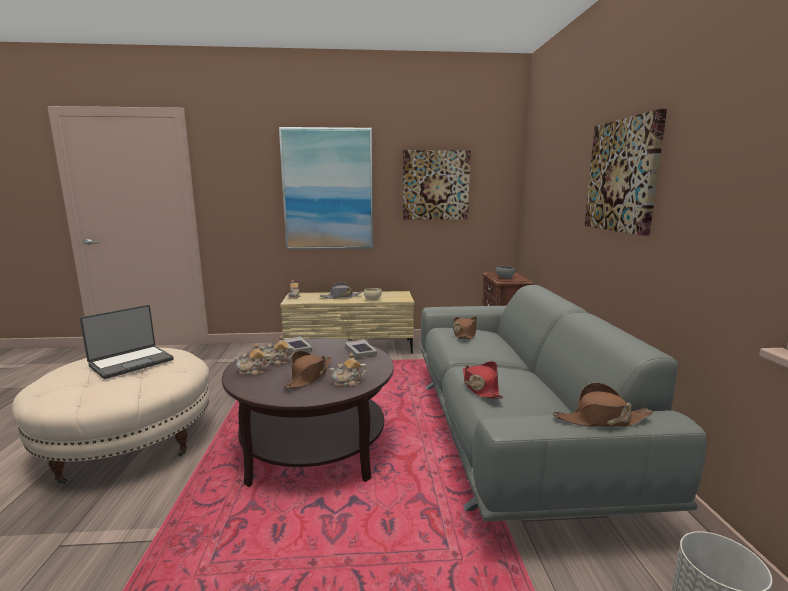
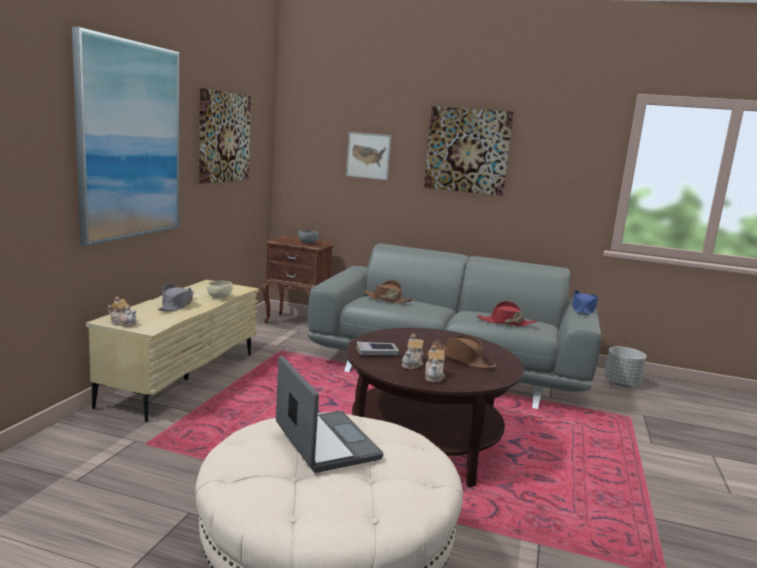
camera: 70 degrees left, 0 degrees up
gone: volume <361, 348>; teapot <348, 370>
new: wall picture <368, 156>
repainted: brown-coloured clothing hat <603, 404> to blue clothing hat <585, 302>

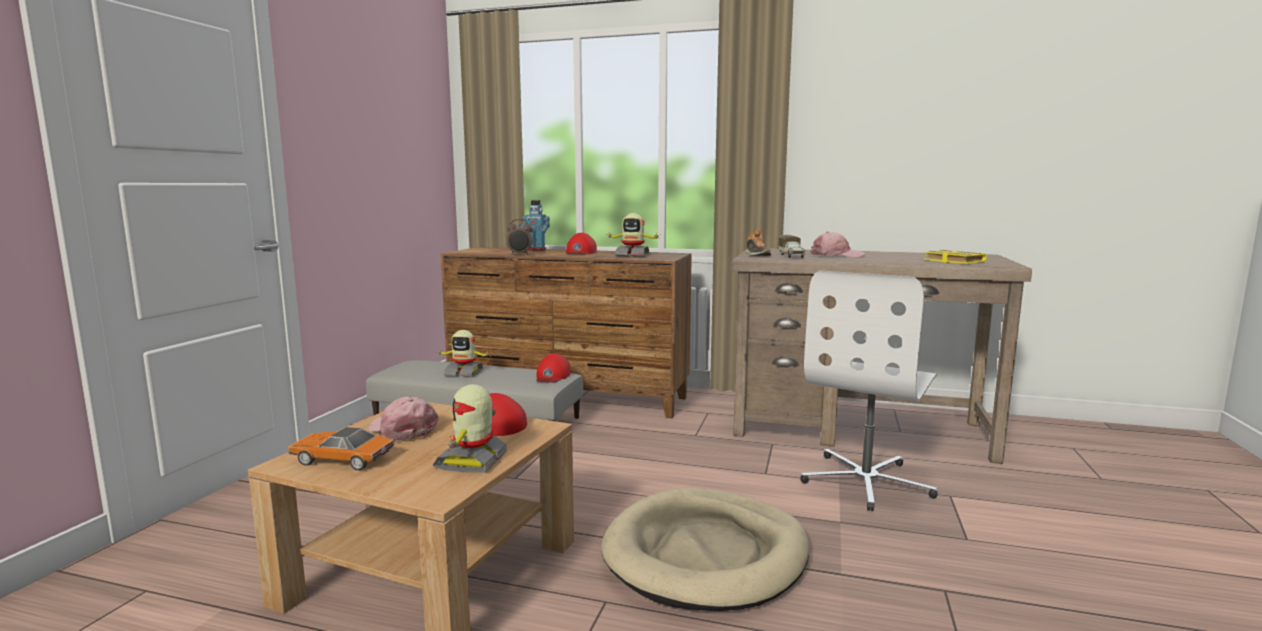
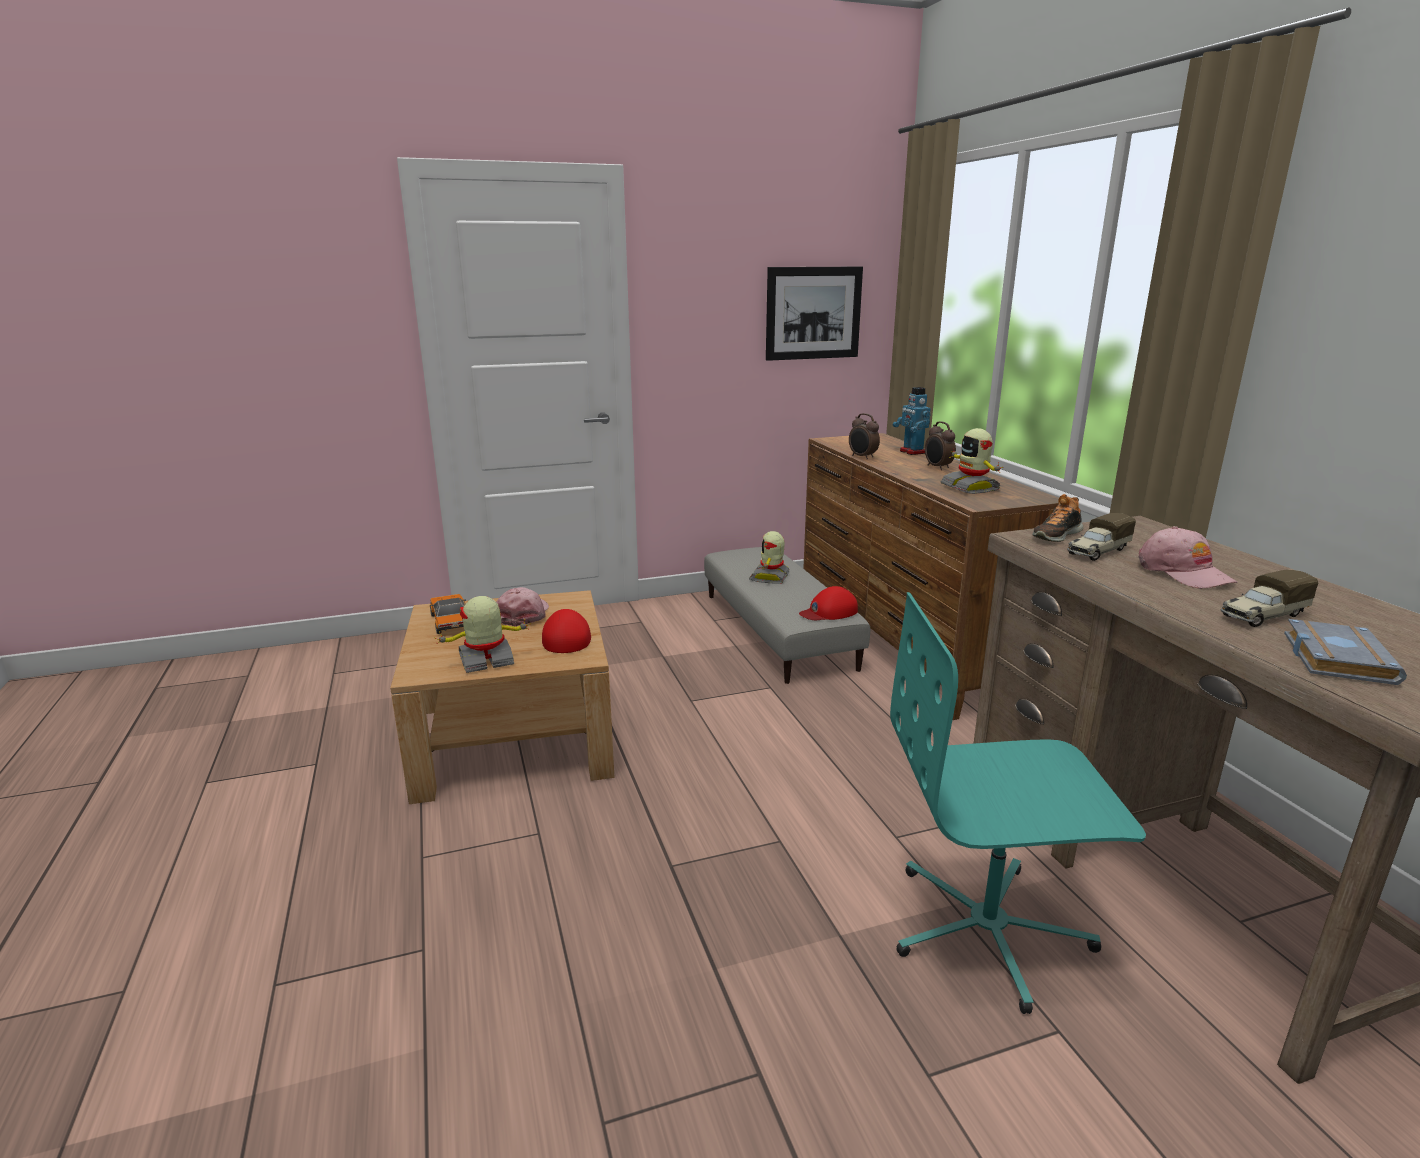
camera: 55 degrees right, 10 degrees up
gone: sand-coloured dog cushion <705, 549>
new: wall picture <814, 314>; toy truck <1269, 598>
swapped: red cap <581, 243> to alarm clock <940, 445>
repainted: yellow-coloured volume <955, 257> to gray volume <1345, 652>; white desk chair <869, 390> to blue-green desk chair <1018, 803>
rotated: toy robot <464, 353> = <769, 557> 45 degrees clockwise

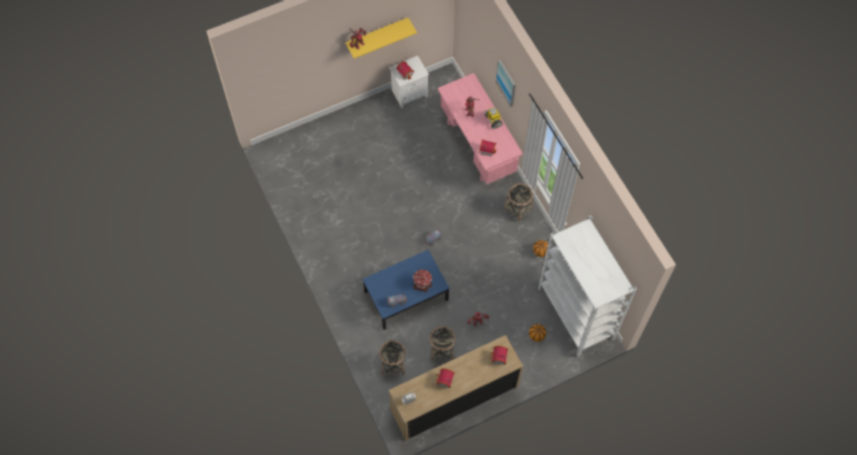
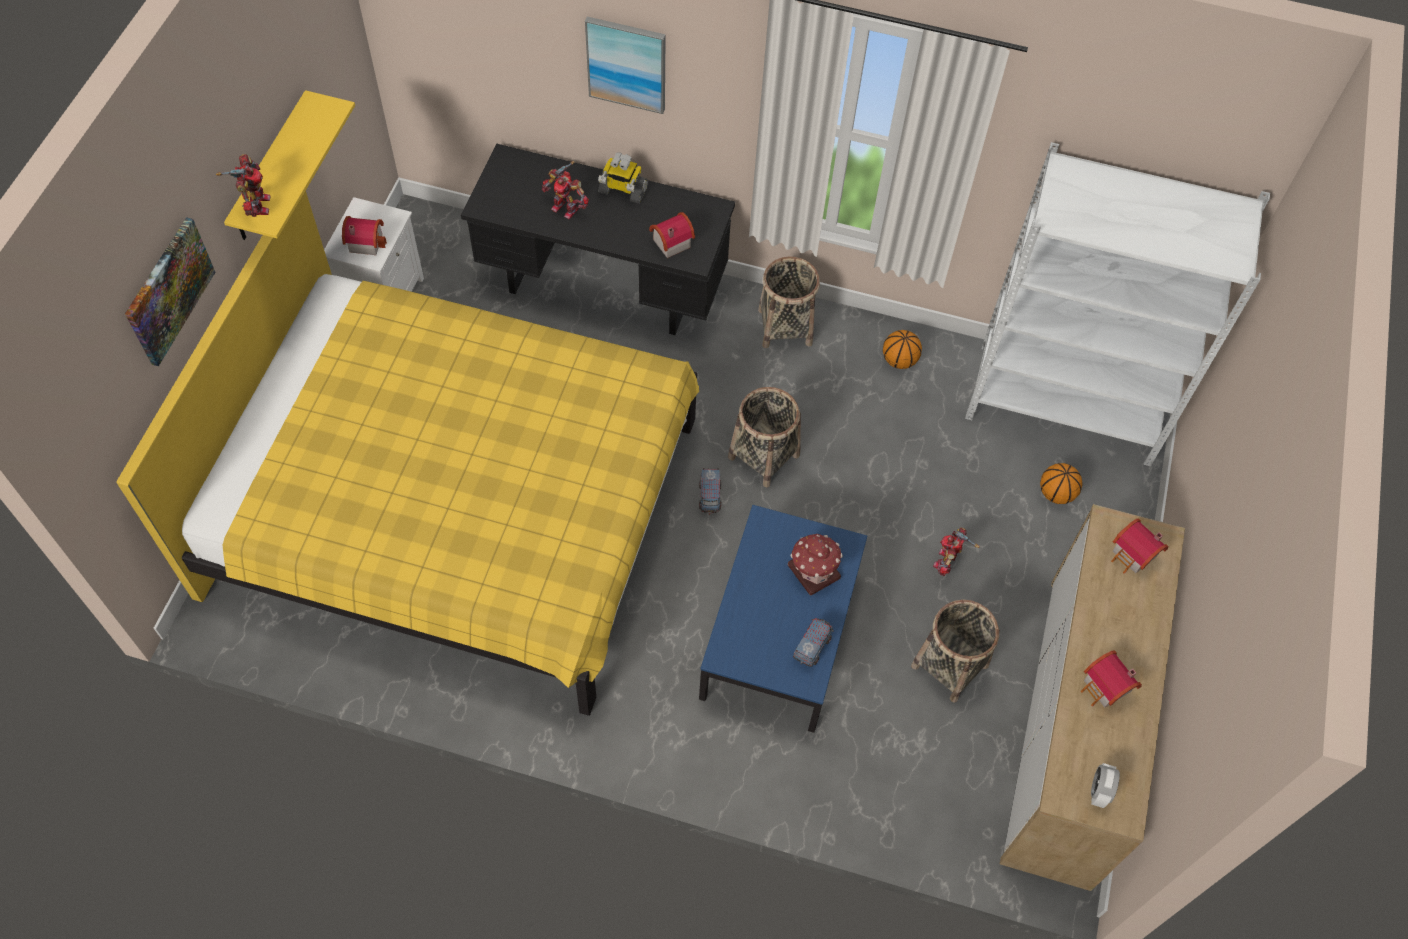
camera: 50 degrees left, 5 degrees down
new: yellow-coloured bed <408, 453>; wall picture <170, 291>
shifted: household basket <392, 357> to <764, 437>
repainted: pinkish desk table <480, 128> to black desk table <598, 239>

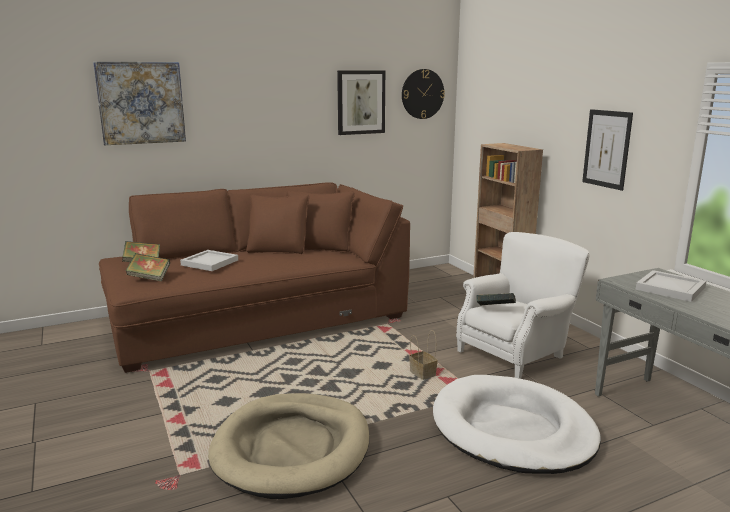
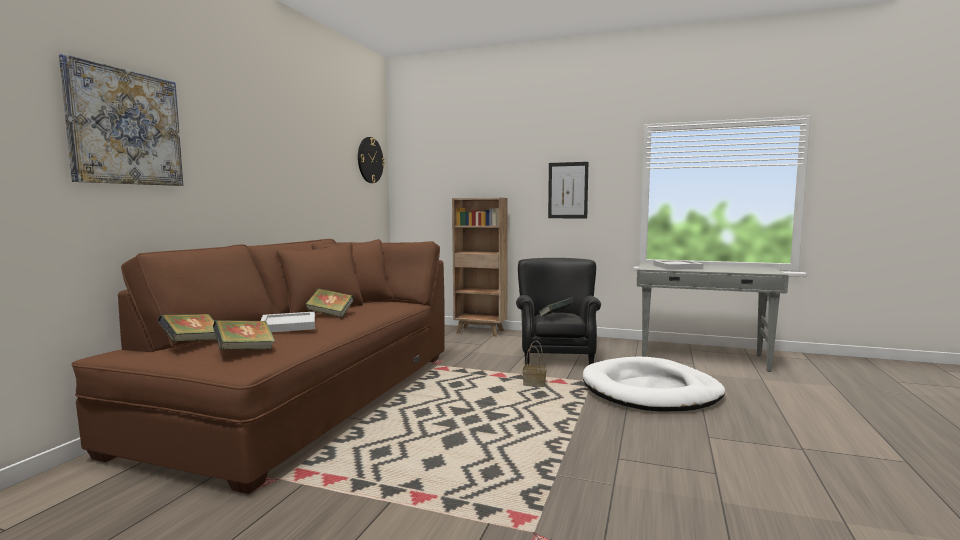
camera: 45 degrees left, 10 degrees down
gone: wall picture <361, 102>; sand-coloured dog cushion <288, 446>
new: volume <330, 303>
repainted: white armchair <523, 305> to black armchair <558, 311>

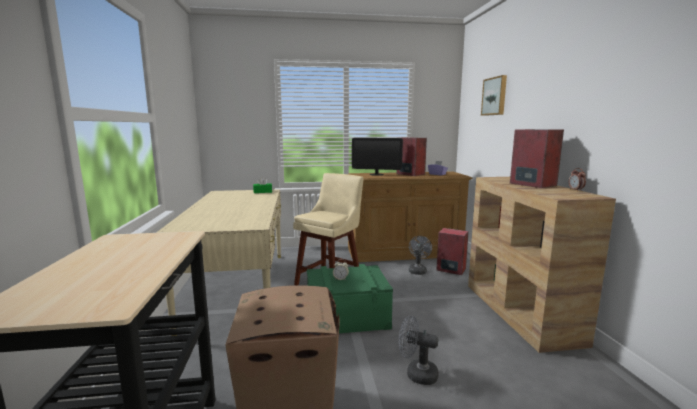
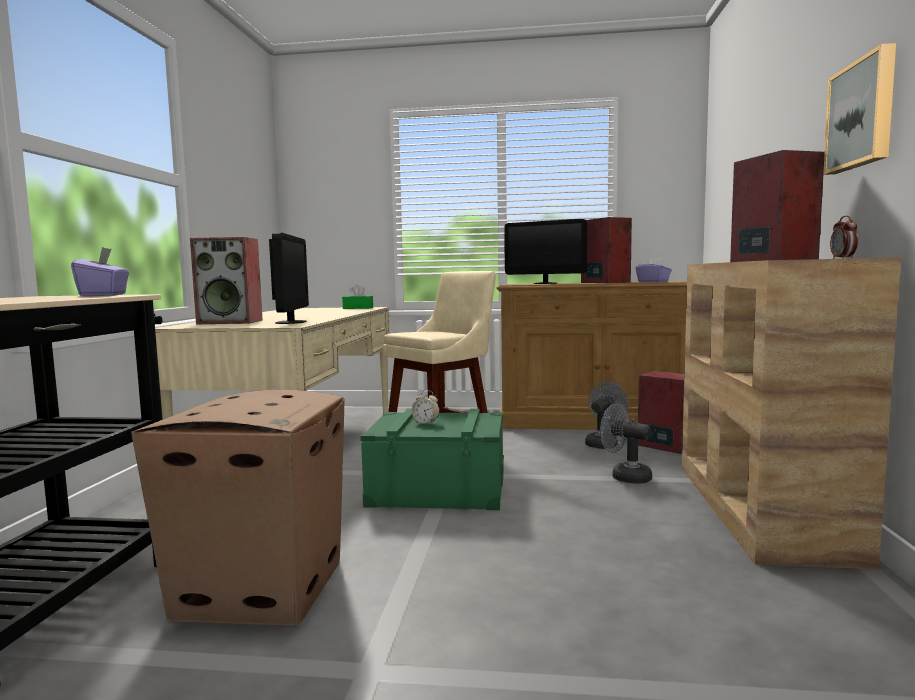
camera: 15 degrees right, 5 degrees down
new: computer display <289, 278>; speaker <226, 280>; purple-coloured tissue holder <100, 271>
shifted: wall picture <494, 95> to <859, 109>; gray fan <418, 350> to <626, 443>

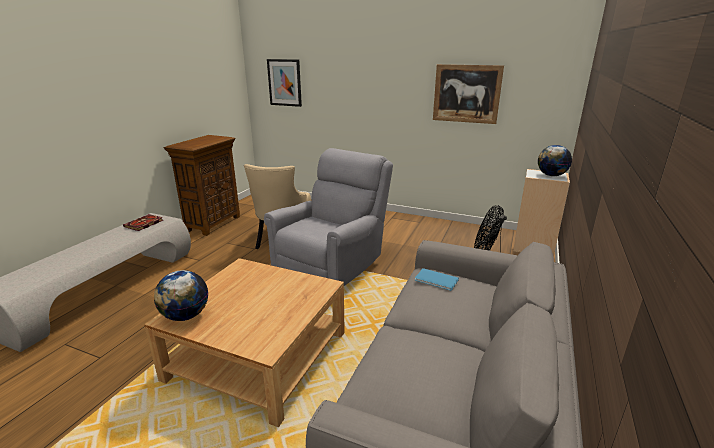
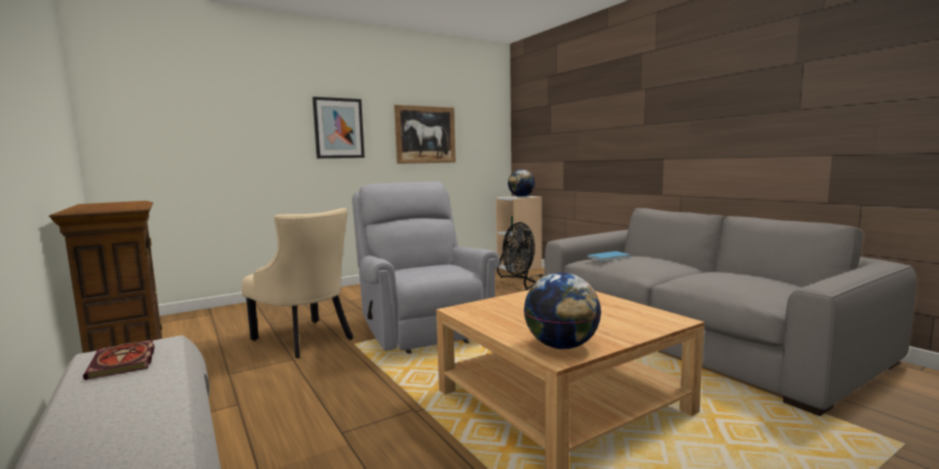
camera: 55 degrees left, 15 degrees down
shifted: wall picture <284, 83> to <338, 127>

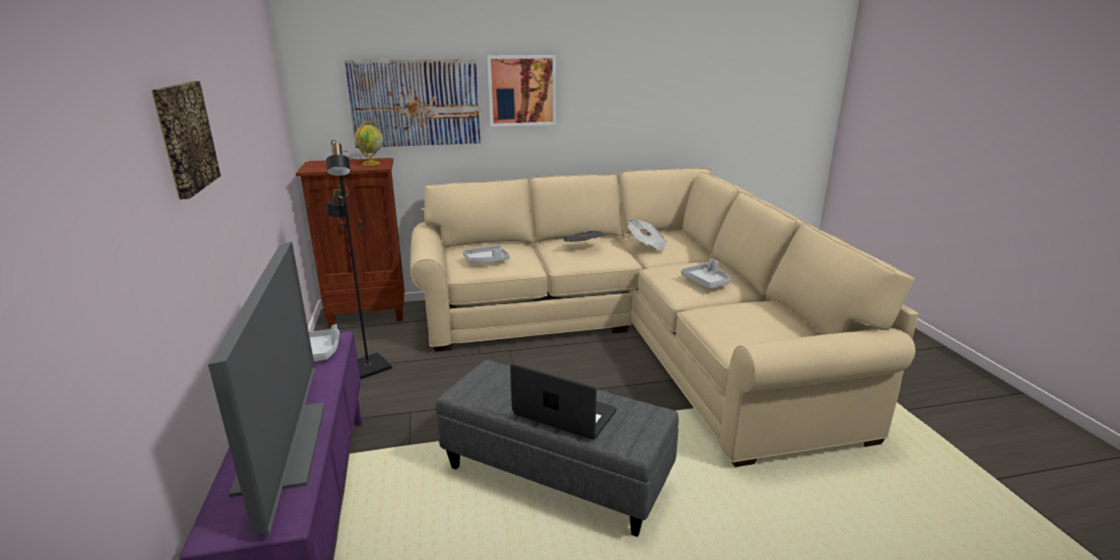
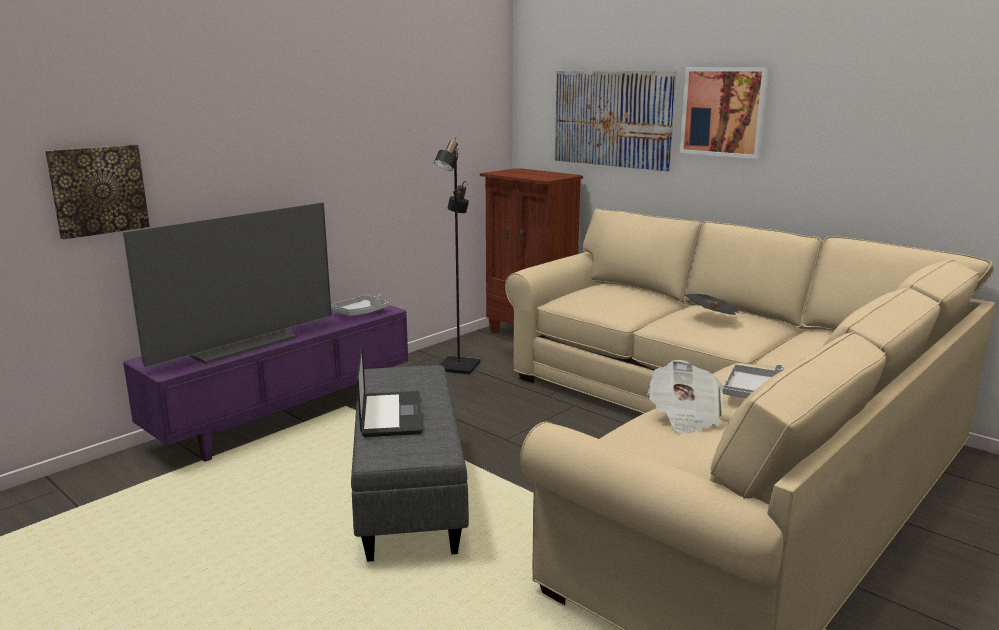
camera: 55 degrees right, 5 degrees down
gone: globe <368, 143>; gray carrying tray <486, 254>
shifted: wall picture <186, 140> to <97, 192>; daily paper <647, 235> to <685, 397>

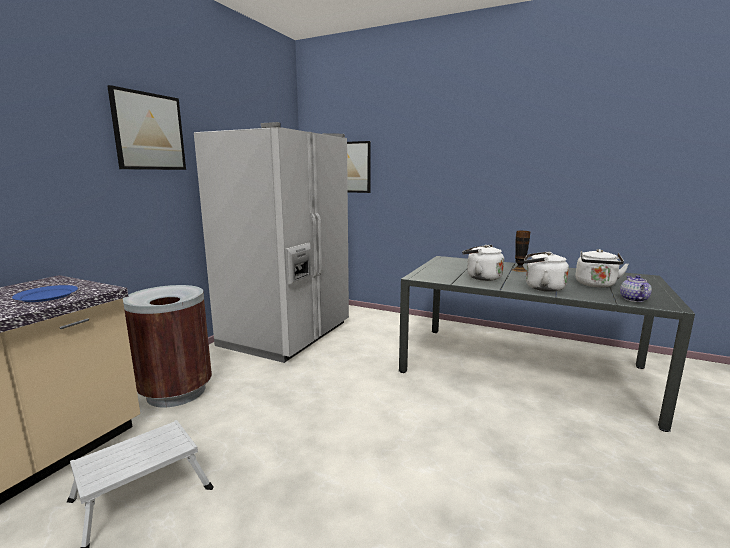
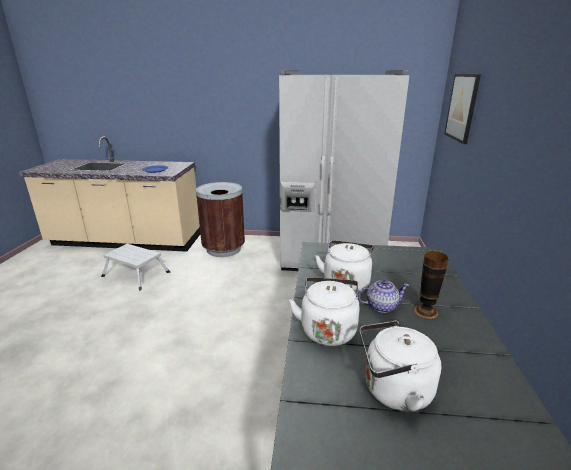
camera: 70 degrees right, 10 degrees up
gone: wall picture <146, 127>
shifted: teapot <636, 288> to <383, 296>

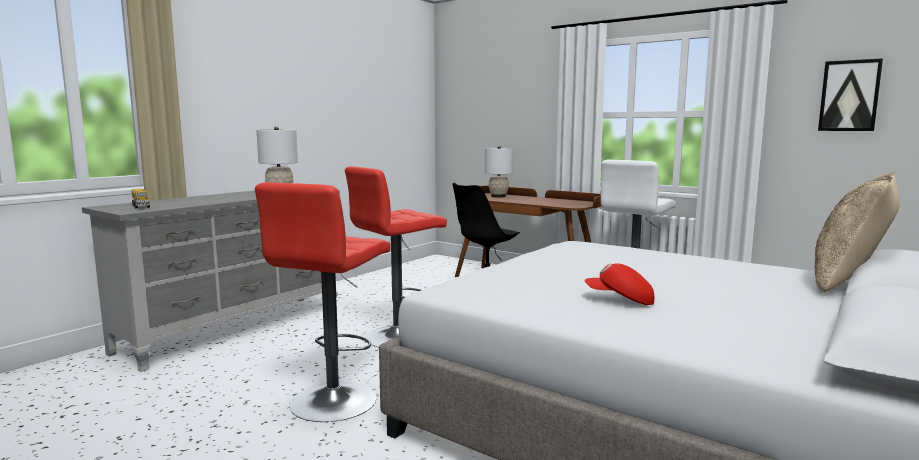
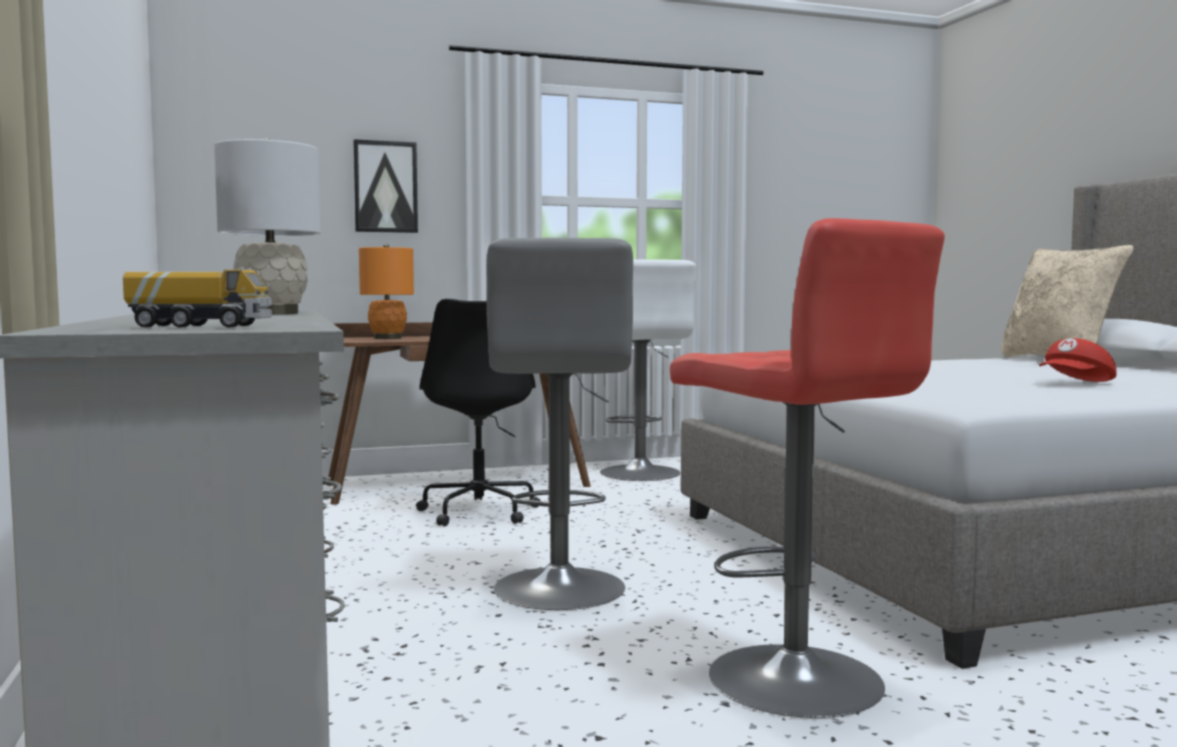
camera: 55 degrees left, 5 degrees down
shifted: wall picture <850, 94> to <385, 186>
repainted: white lamp for a table <499, 171> to orangey lamp for a table <386, 291>; red stool seat <396, 256> to gray stool seat <560, 424>

